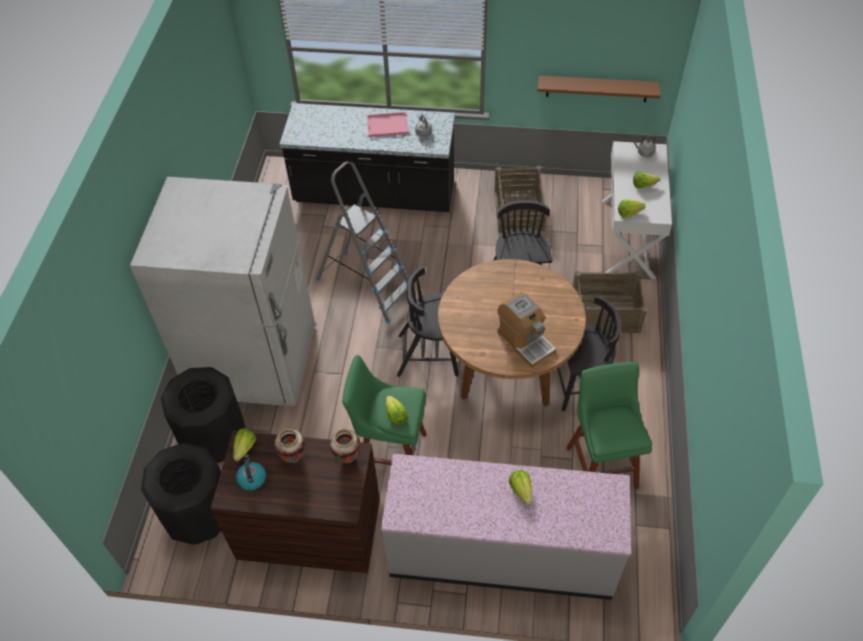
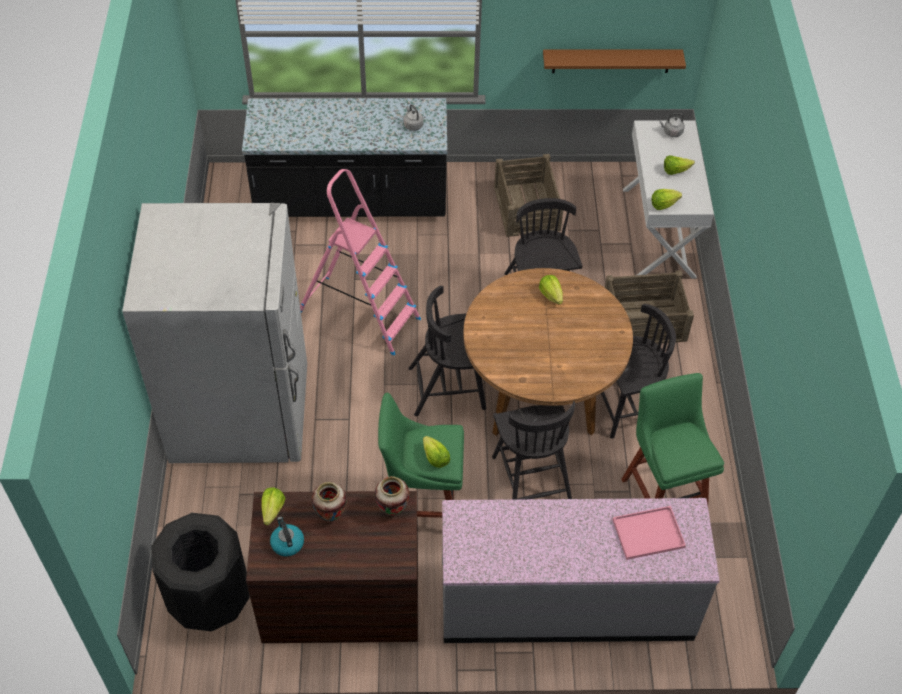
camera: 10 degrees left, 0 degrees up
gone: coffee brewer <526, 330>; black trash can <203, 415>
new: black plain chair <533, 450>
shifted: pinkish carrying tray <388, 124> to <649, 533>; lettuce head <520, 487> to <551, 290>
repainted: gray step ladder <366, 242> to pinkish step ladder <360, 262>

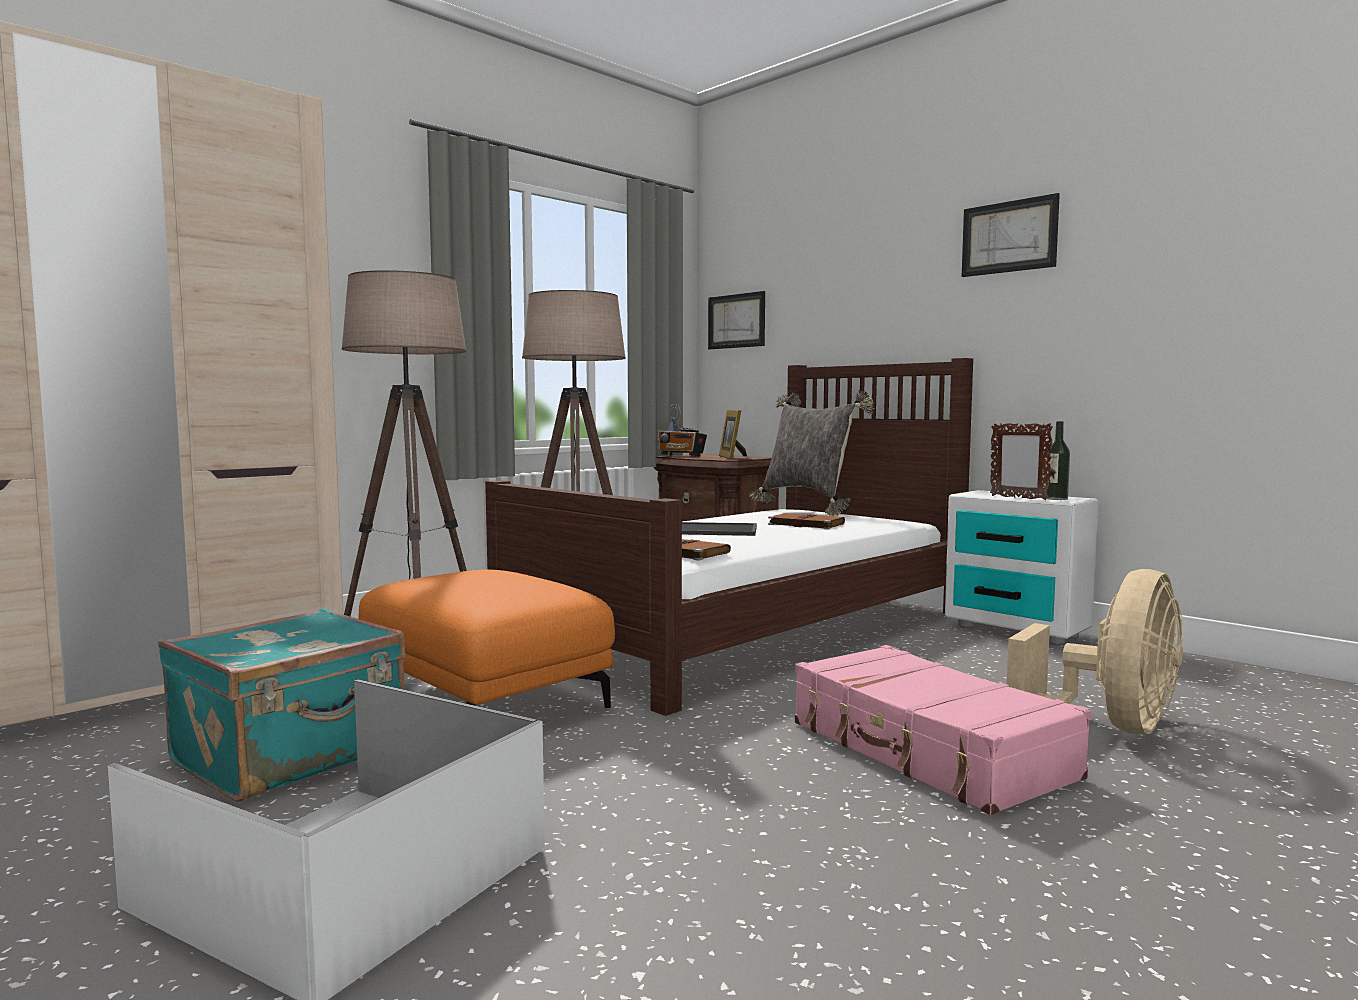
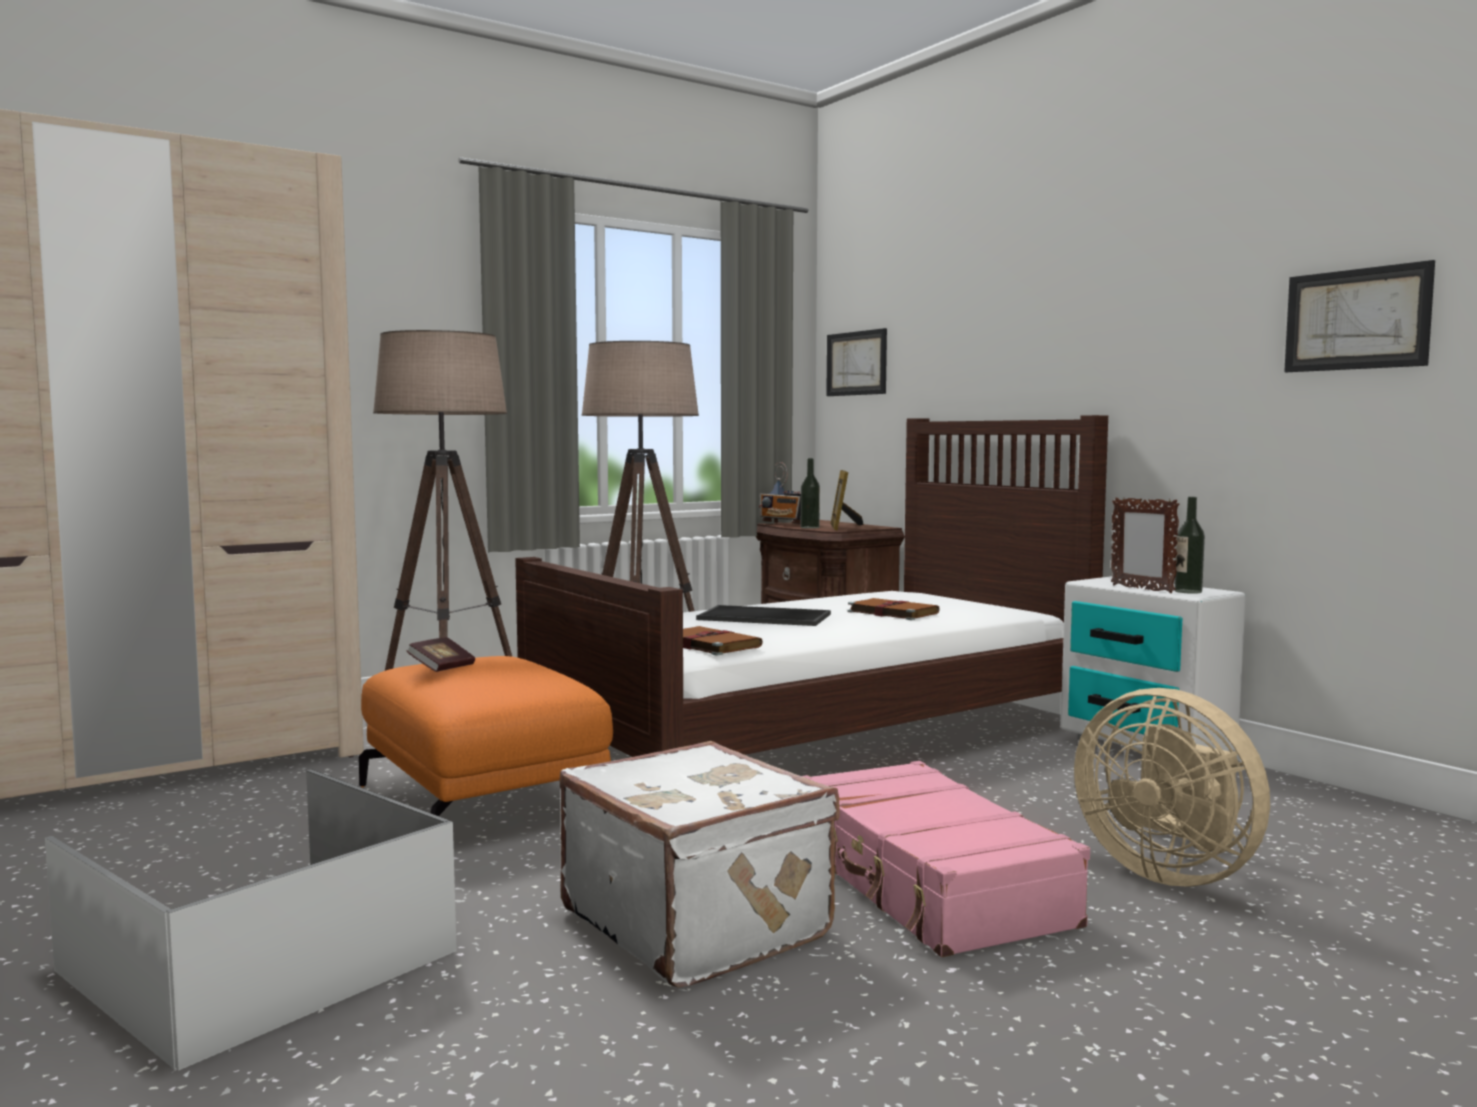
camera: 10 degrees right, 0 degrees up
gone: pillow <811, 453>; blue-green travel case <281, 705>
new: drink bottle <810, 493>; volume <440, 654>; white travel case <699, 864>
shifted: wall picture <1011, 235> to <1359, 316>
rotated: sand-coloured fan <1095, 651> = <1172, 787> 90 degrees clockwise

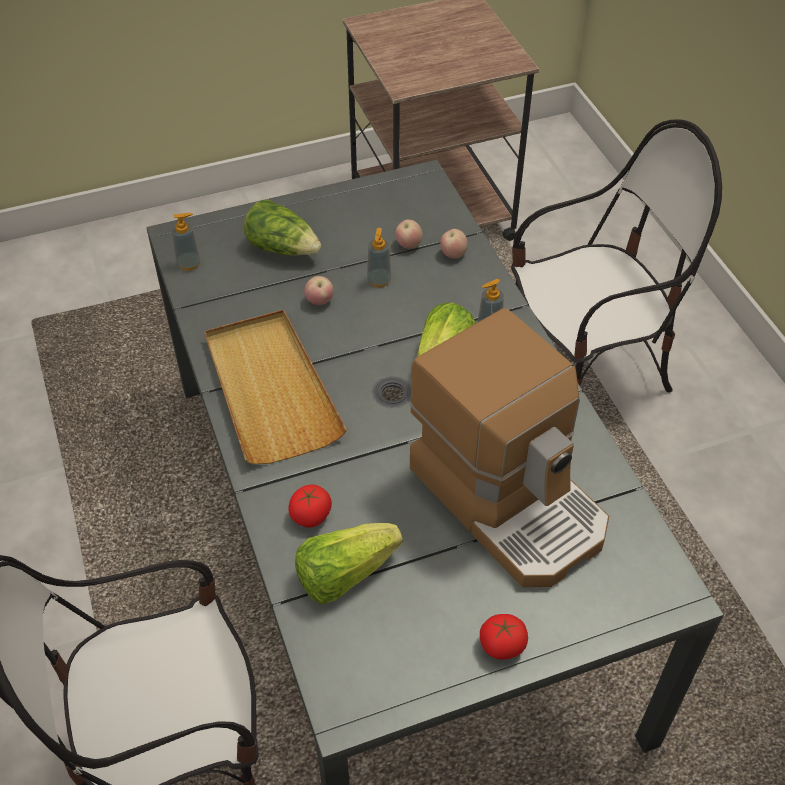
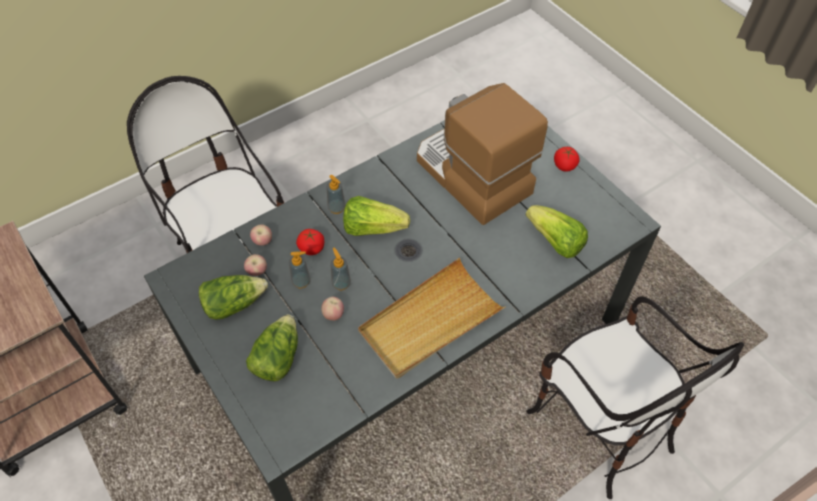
camera: 105 degrees left, 5 degrees up
new: lettuce head <233, 297>
shifted: soap bottle <186, 242> to <340, 269>; whole tomato <310, 506> to <310, 242>
rotated: coffee brewer <509, 448> = <482, 154> 75 degrees counterclockwise

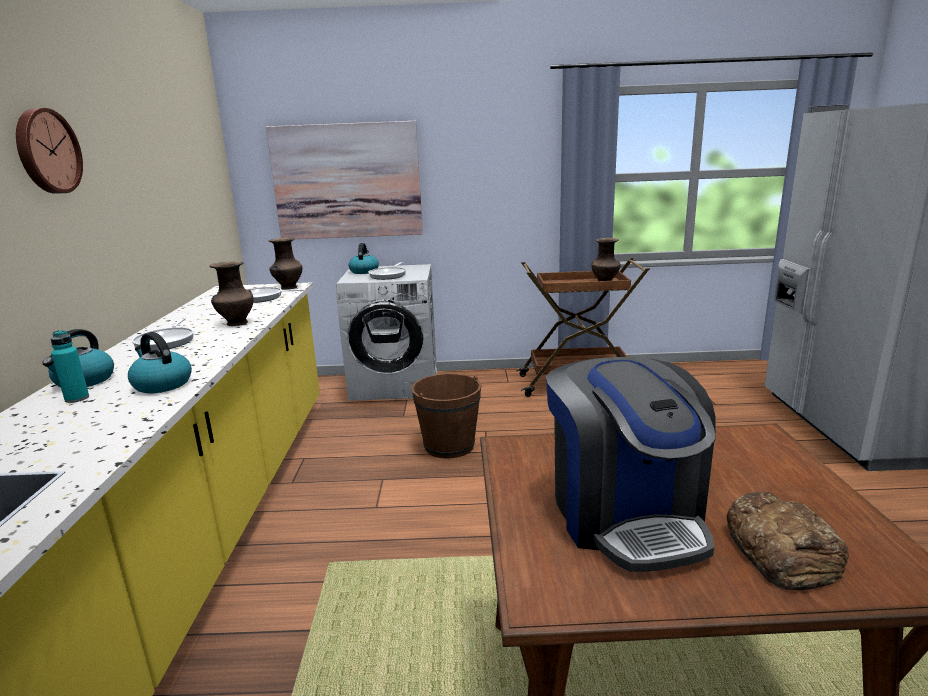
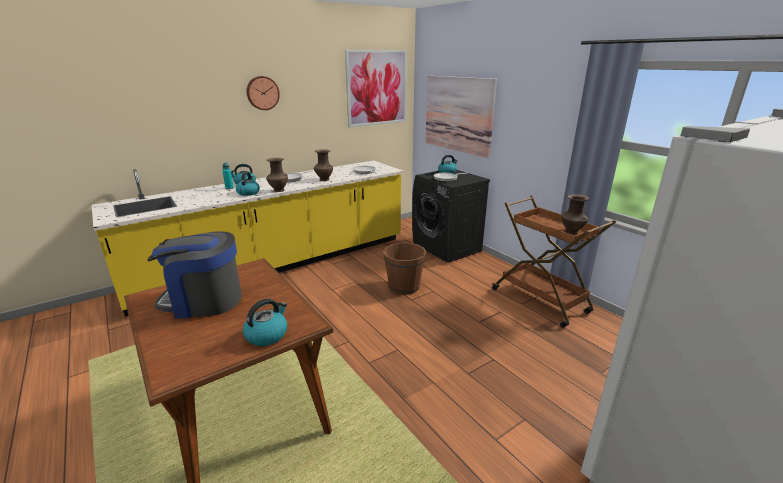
camera: 55 degrees right, 5 degrees up
gone: bread <788, 541>
new: wall picture <376, 89>; tea kettle <265, 322>
shifted: brown-coloured flower vase <285, 263> to <277, 175>
repainted: white laundry machine <386, 332> to black laundry machine <451, 216>
rotated: coffee brewer <631, 464> = <194, 274> 45 degrees clockwise

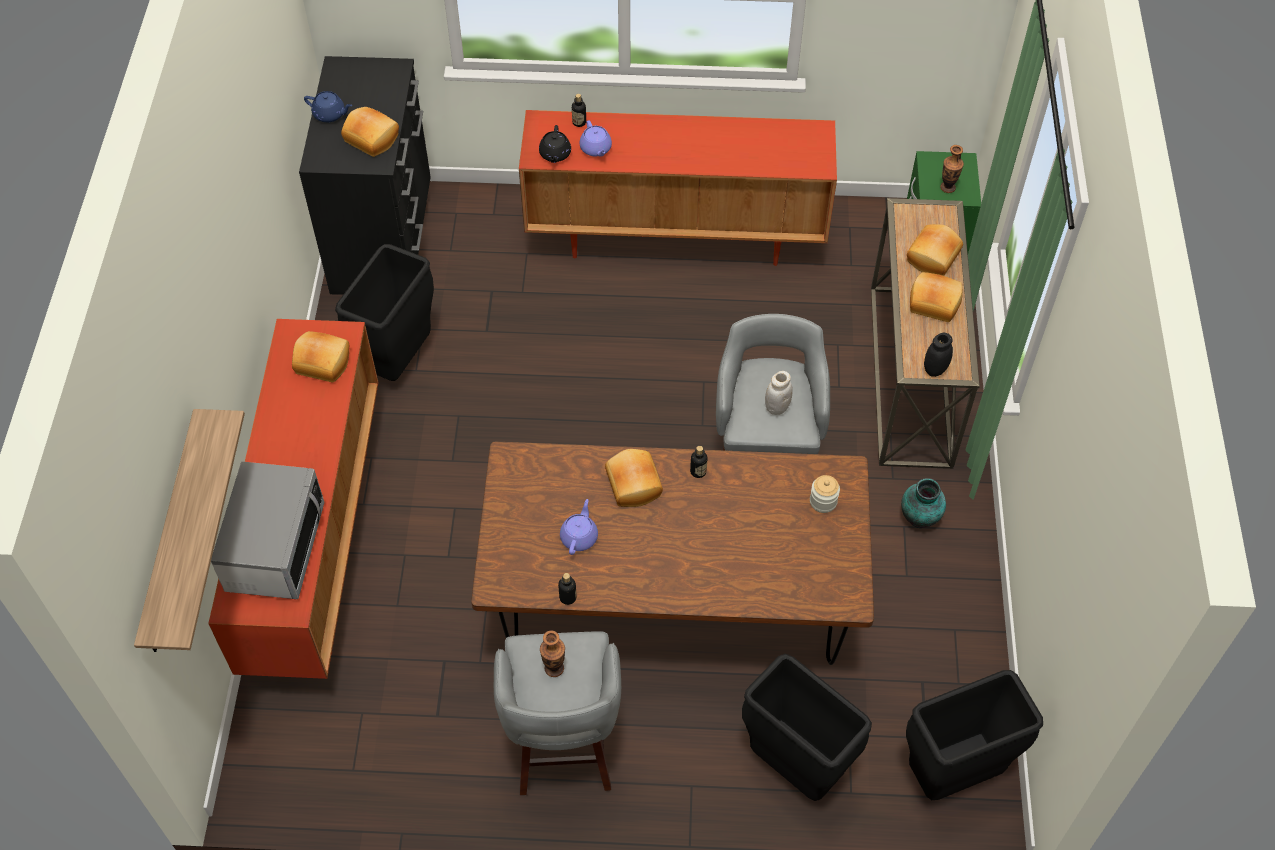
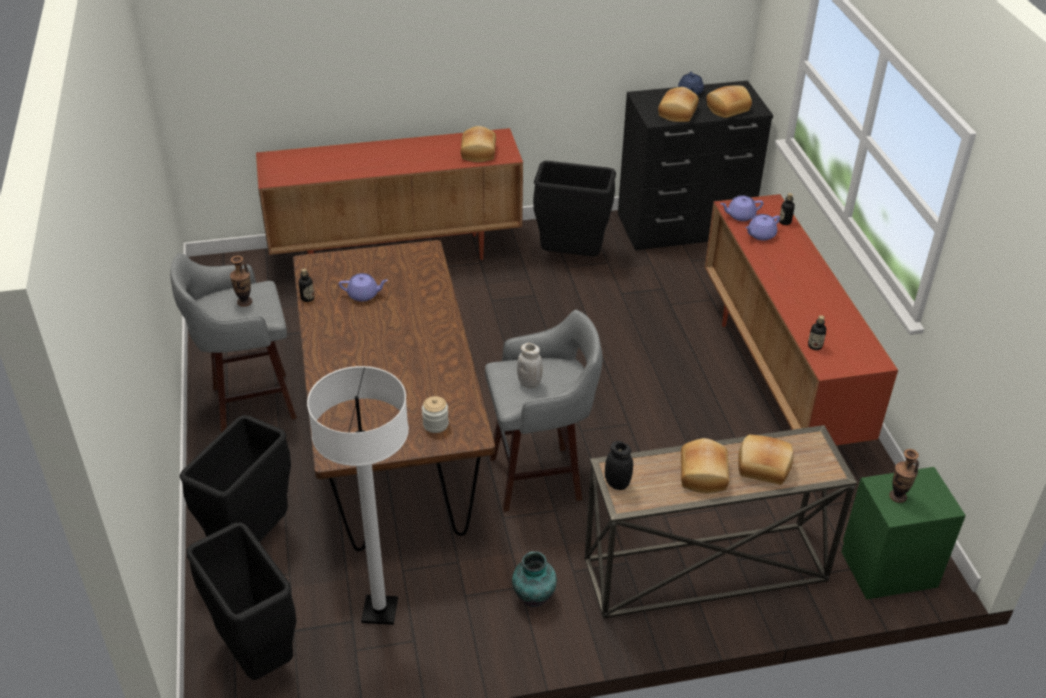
camera: 75 degrees right, 15 degrees down
gone: wall shelf <189, 530>; kitchen microwave <267, 530>
new: white floor lamp <358, 495>
shifted: drink bottle <699, 462> to <817, 332>; bread <634, 478> to <729, 101>
repainted: black teapot <555, 144> to purple-coloured teapot <741, 208>

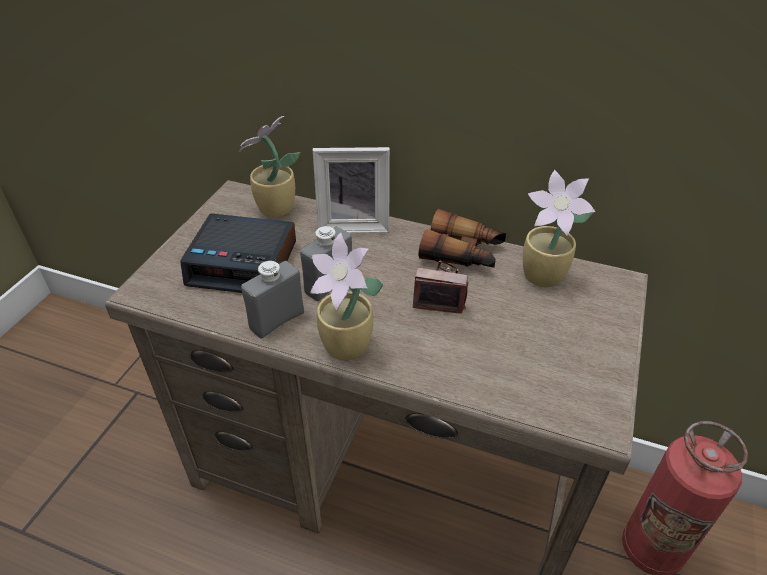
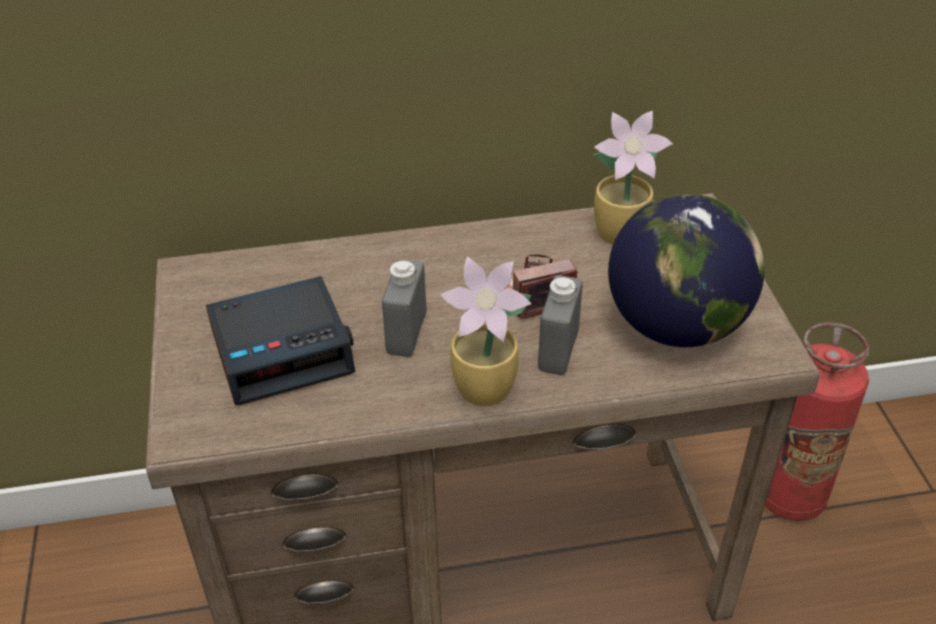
camera: 30 degrees left, 0 degrees up
gone: potted plant <269, 166>; standing frame <351, 190>; field glasses <462, 238>
new: globe <686, 270>
shifted: gray drink bottle <272, 300> to <560, 325>

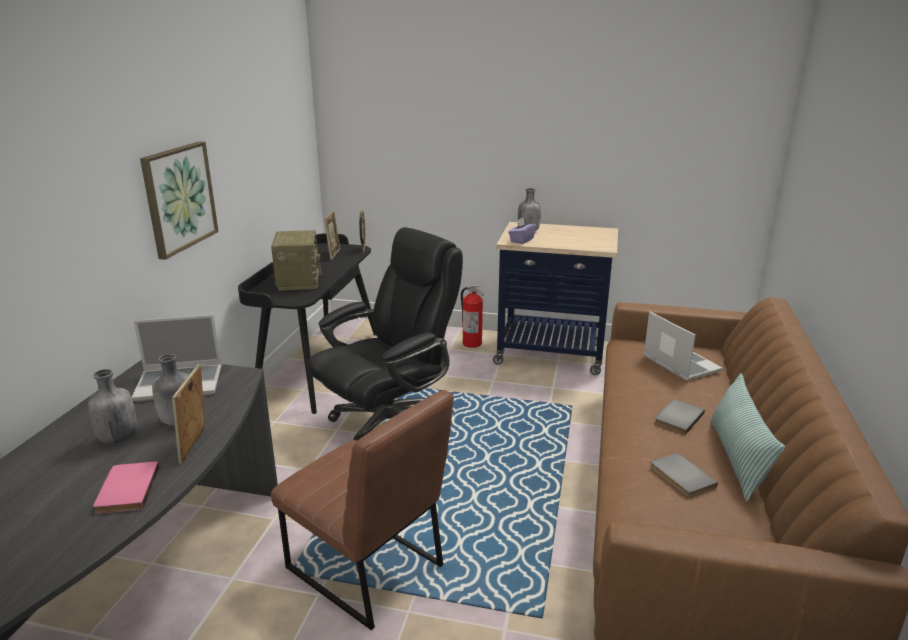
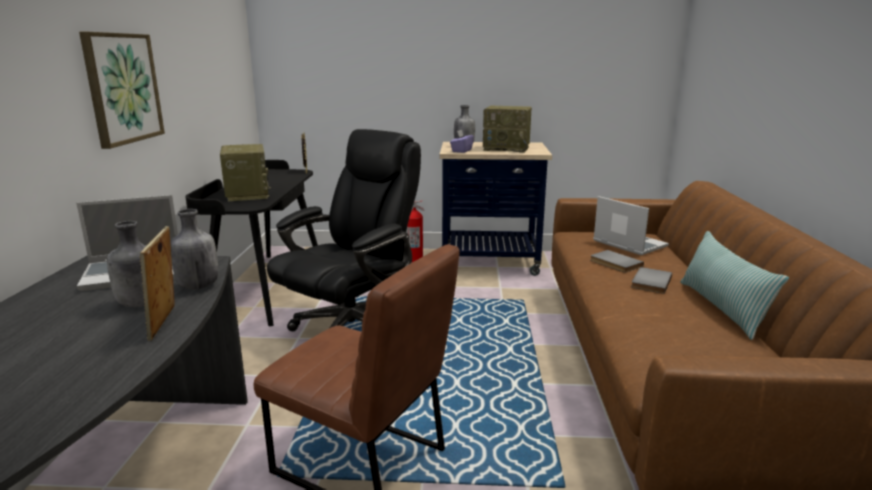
camera: 10 degrees left, 5 degrees down
gone: standing frame <332, 235>; pinkish volume <126, 487>
new: radio <507, 129>
shifted: gray drink bottle <112, 406> to <194, 249>; gray volume <684, 475> to <617, 261>

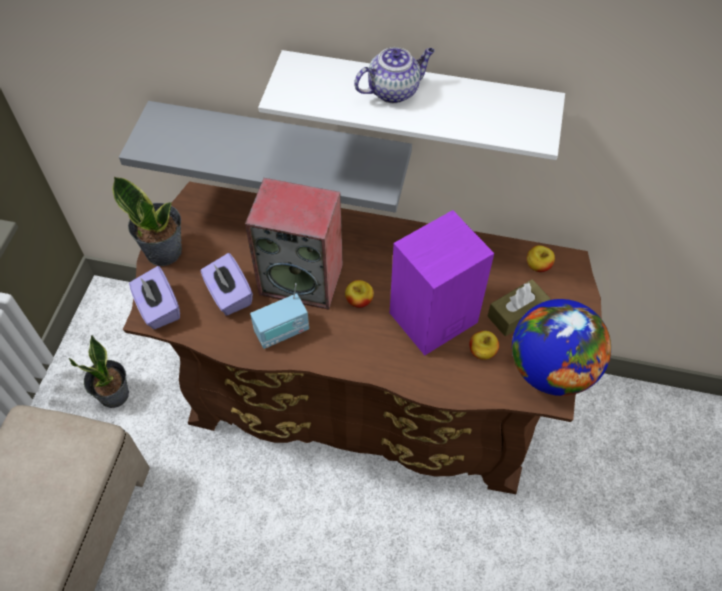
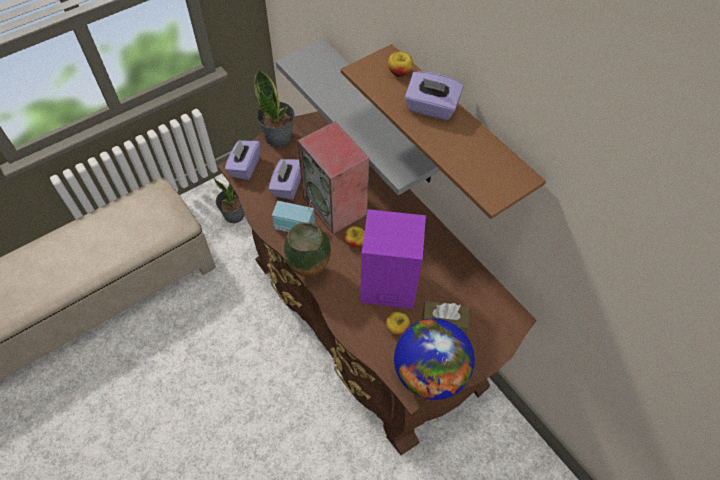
camera: 40 degrees right, 0 degrees up
new: flower vase <307, 249>
shifted: apple fruit <541, 258> to <400, 64>
swapped: teapot <394, 75> to purple-coloured tissue holder <434, 96>
repainted: white wall shelf <411, 105> to brown-coloured wall shelf <443, 131>

